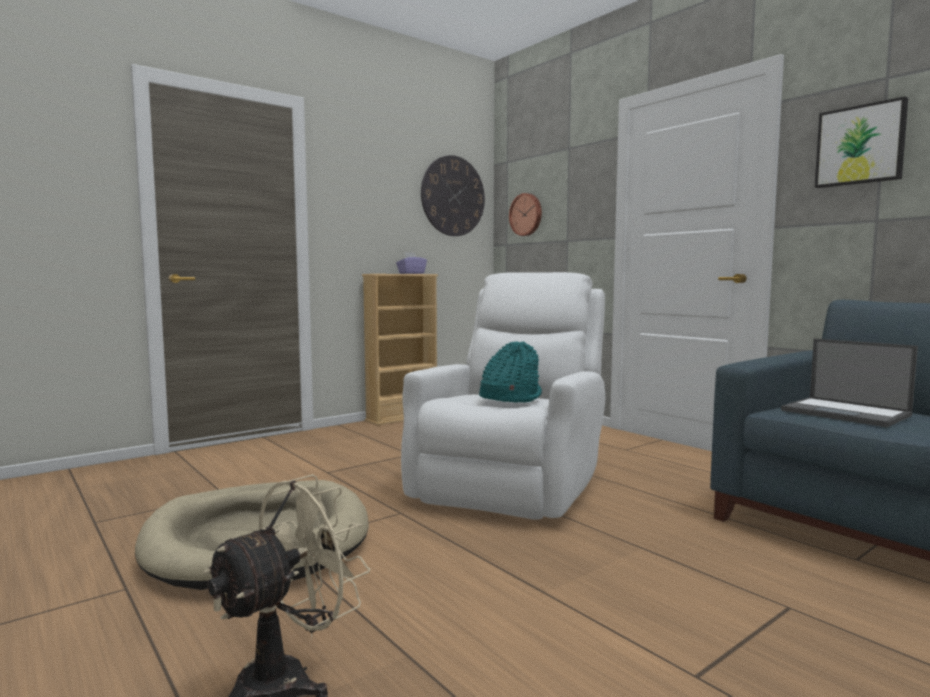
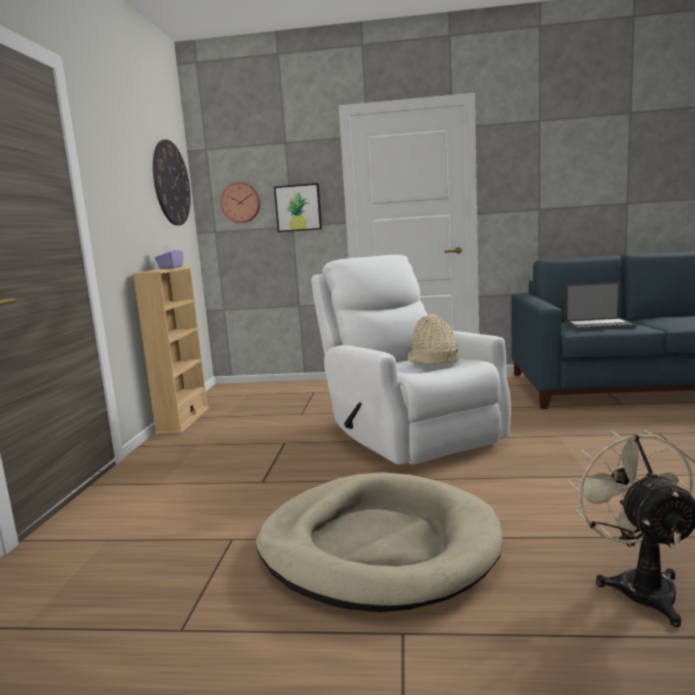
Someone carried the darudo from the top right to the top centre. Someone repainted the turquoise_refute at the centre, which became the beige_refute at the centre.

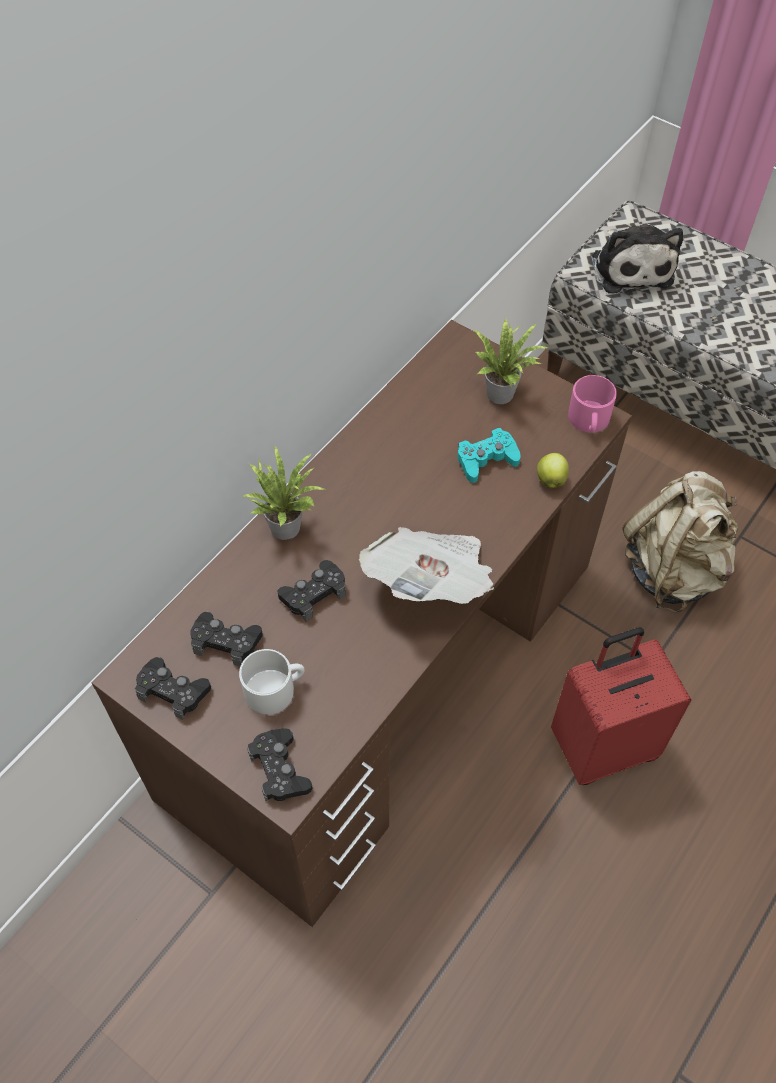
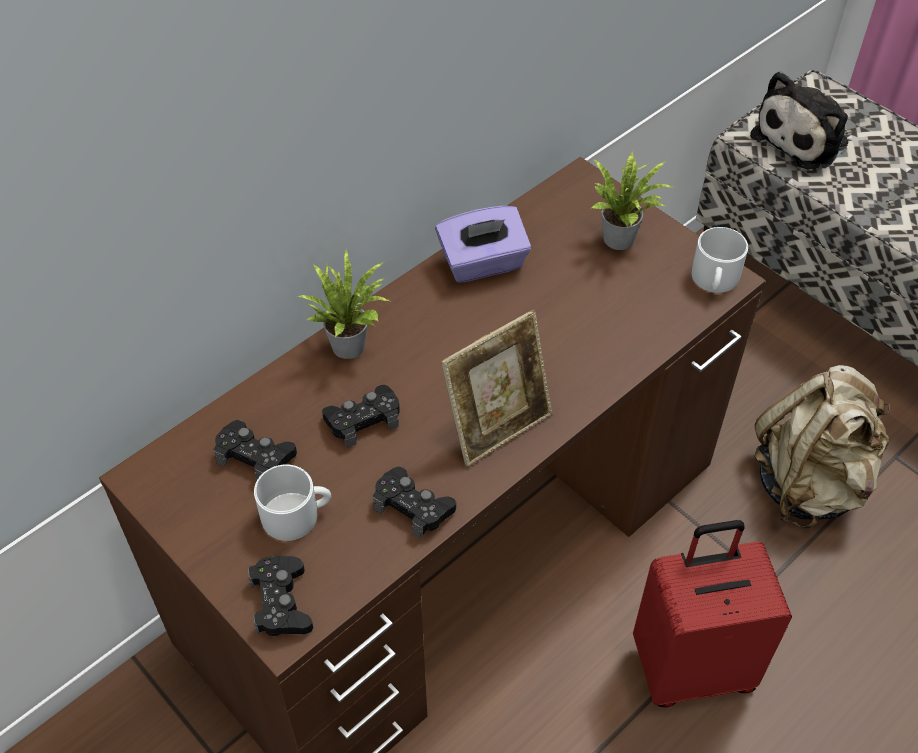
Someone carried the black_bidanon (1st from left in the first image) from the middle left to the bottom centre. Someone put down the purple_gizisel at the top centre. Someone swapped the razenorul at the centre for the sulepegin at the centre. Someone repainted the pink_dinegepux at the middle right, which became the white_dinegepux (2nd from left) at the middle right. Someone rotated the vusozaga at the top right by 45 degrees clockwise. Someone took away the turquoise_bidanon at the centre. Someone took away the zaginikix at the middle right.

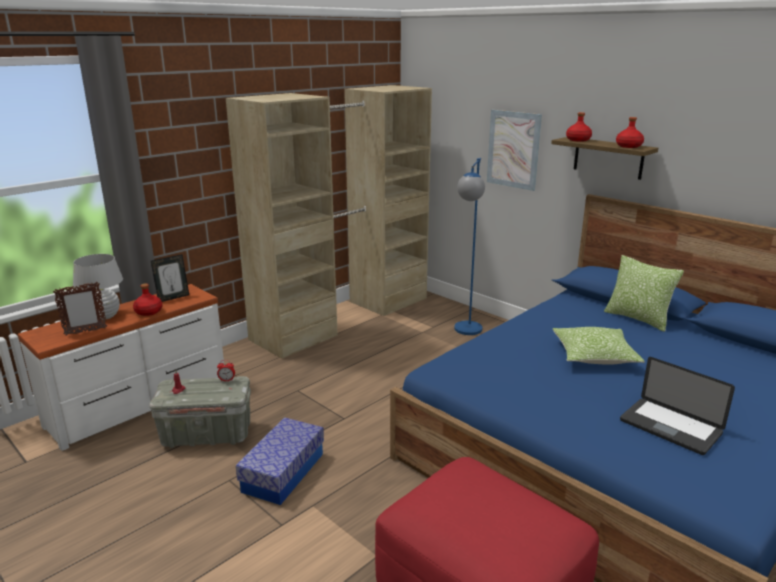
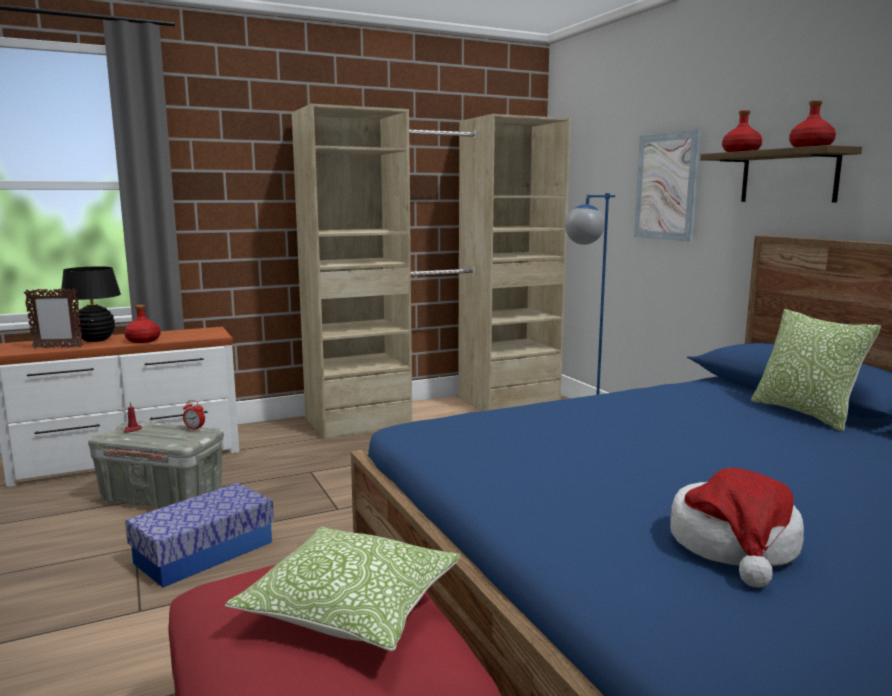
Someone repainted the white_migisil at the middle left, which became the black_migisil at the middle left. Someone carried the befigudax (1st from left) from the middle right to the bottom centre. Someone swapped the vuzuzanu at the bottom right for the refute at the bottom right. Someone took away the sulepegin (2nd from left) at the middle left.

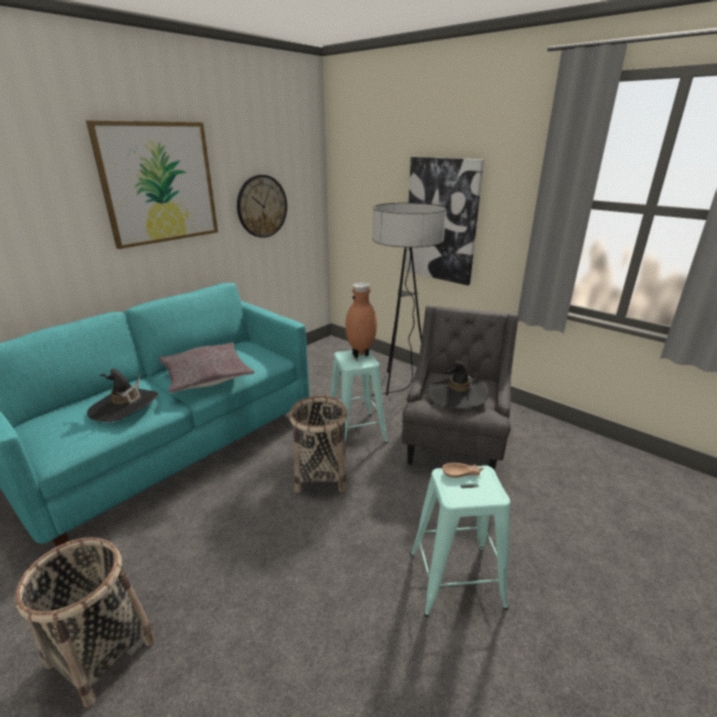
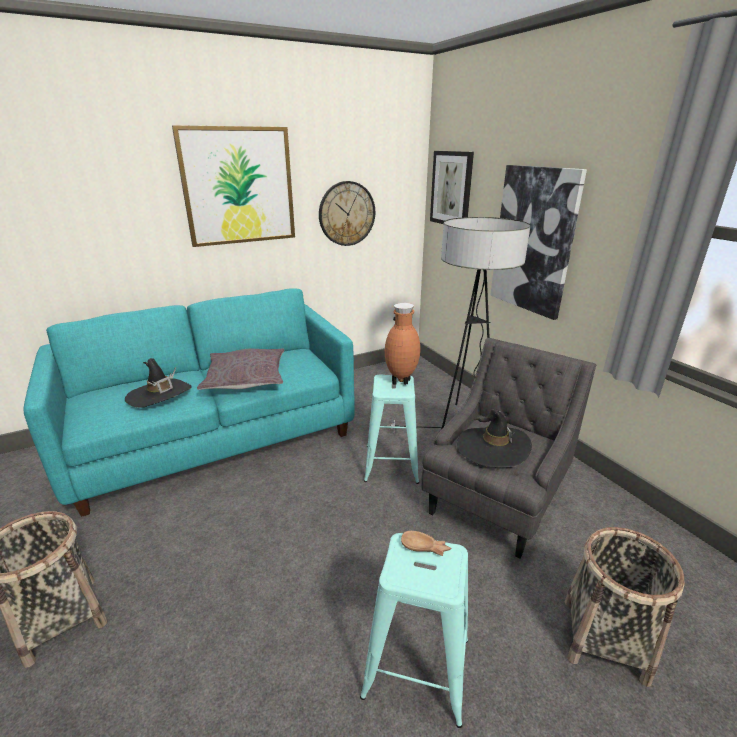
Someone put up the darudo (2nd from left) at the top centre. Someone carried the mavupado (2nd from left) from the centre to the bottom right.

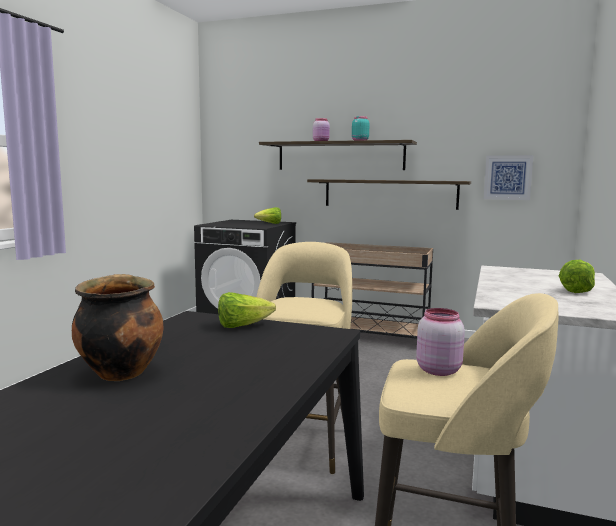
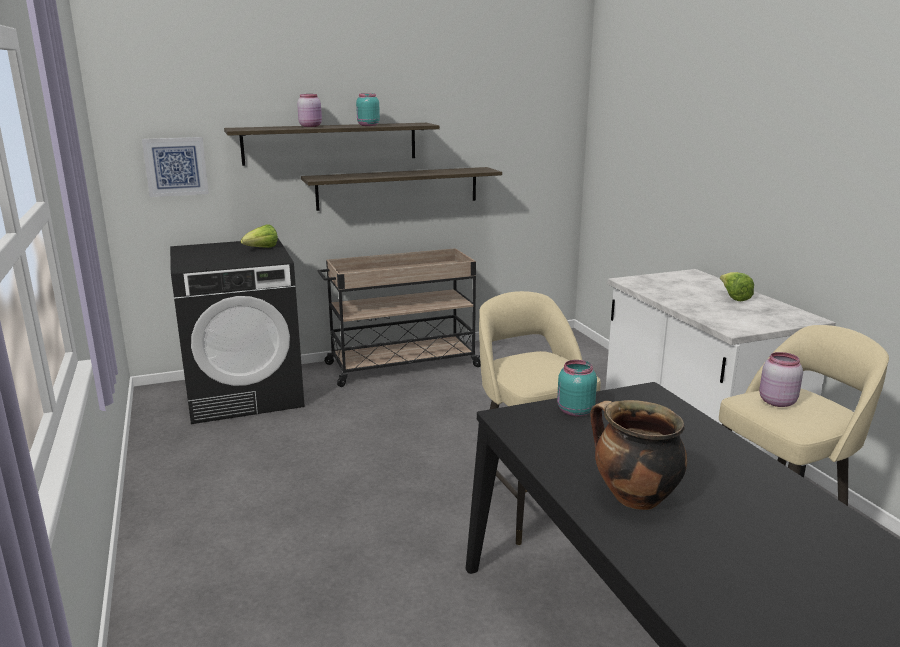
Someone carried the darudo from the middle right to the top left. Someone swapped the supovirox (1st from left) at the centre for the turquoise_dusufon (2nd from left) at the centre.

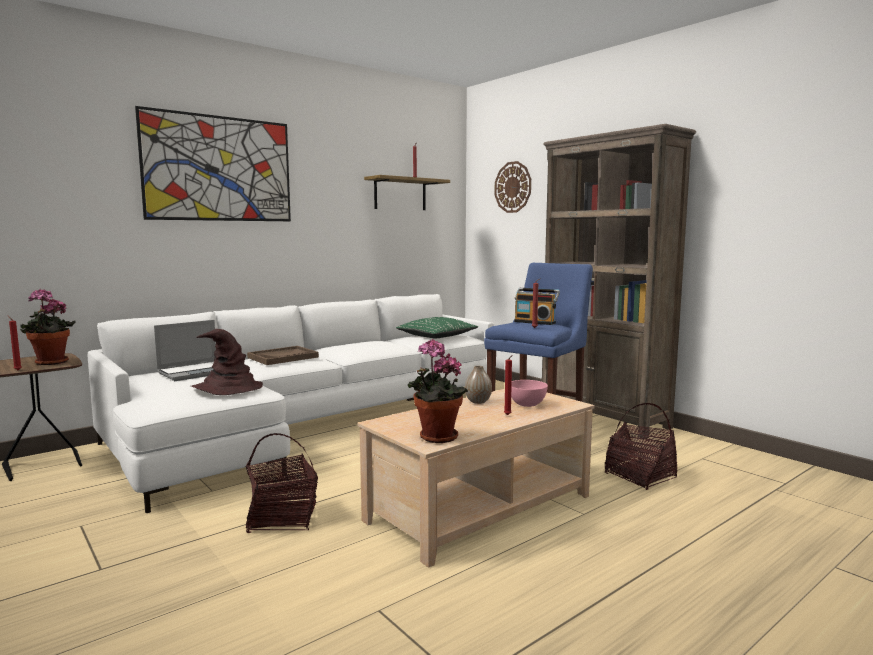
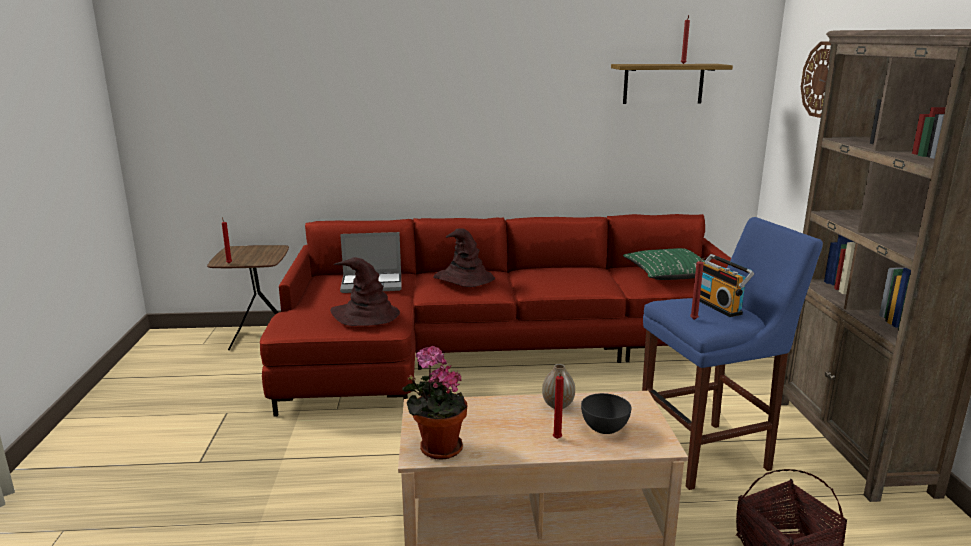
Someone repainted the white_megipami at the centre, which became the red_megipami at the centre. Someone swapped the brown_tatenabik at the middle left for the brown_refute (2nd from left) at the centre. Someone repainted the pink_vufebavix at the centre, which became the grey_vufebavix at the bottom centre. Someone took away the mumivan (1st from left) at the middle left. Someone took away the darudo at the top left. Someone took away the mavupado (1st from left) at the bottom left.

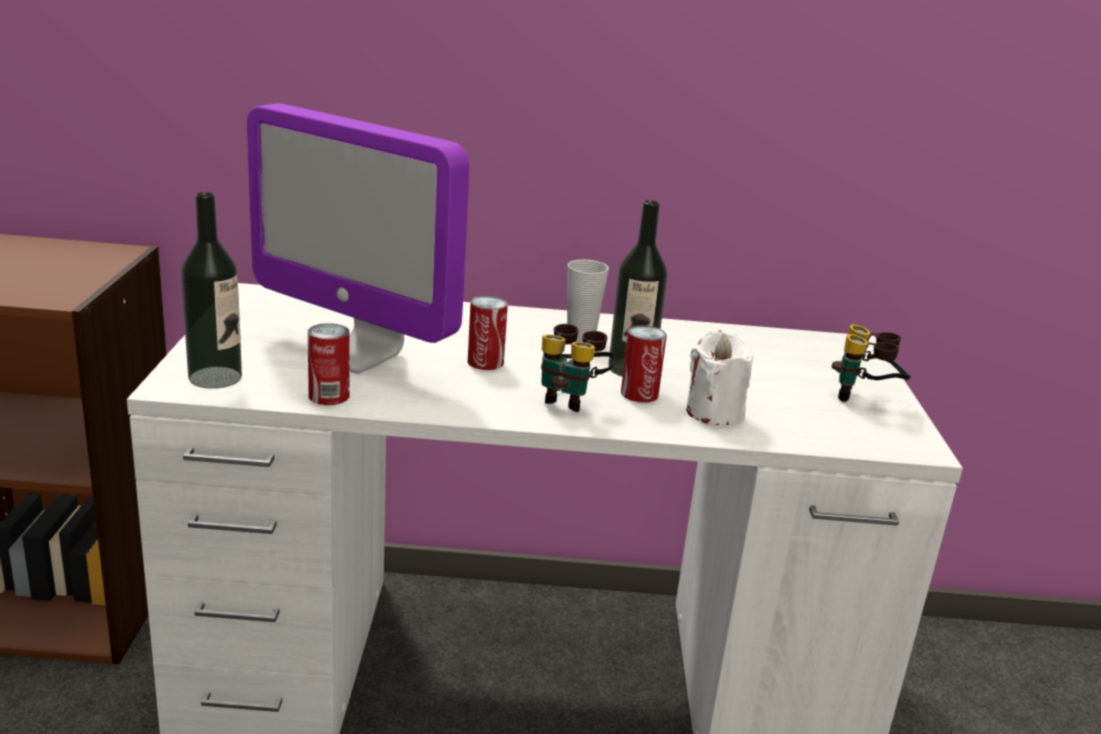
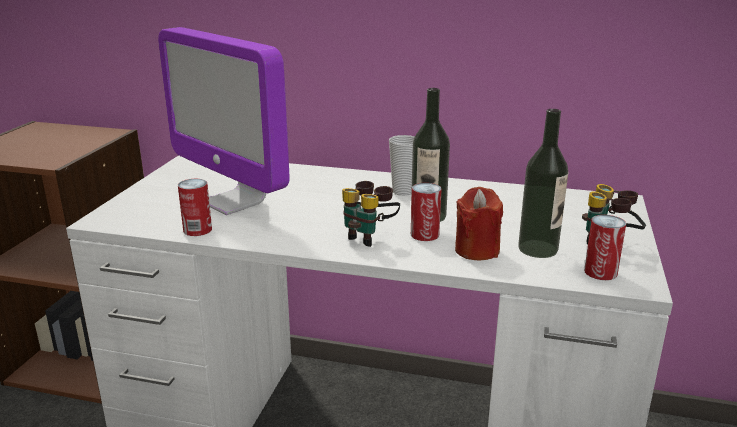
Someone repainted the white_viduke at the centre, which became the red_viduke at the centre. Someone carried the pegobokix (1st from left in the first image) from the middle left to the middle right. Someone carried the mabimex (2nd from left in the first image) from the centre to the middle right.

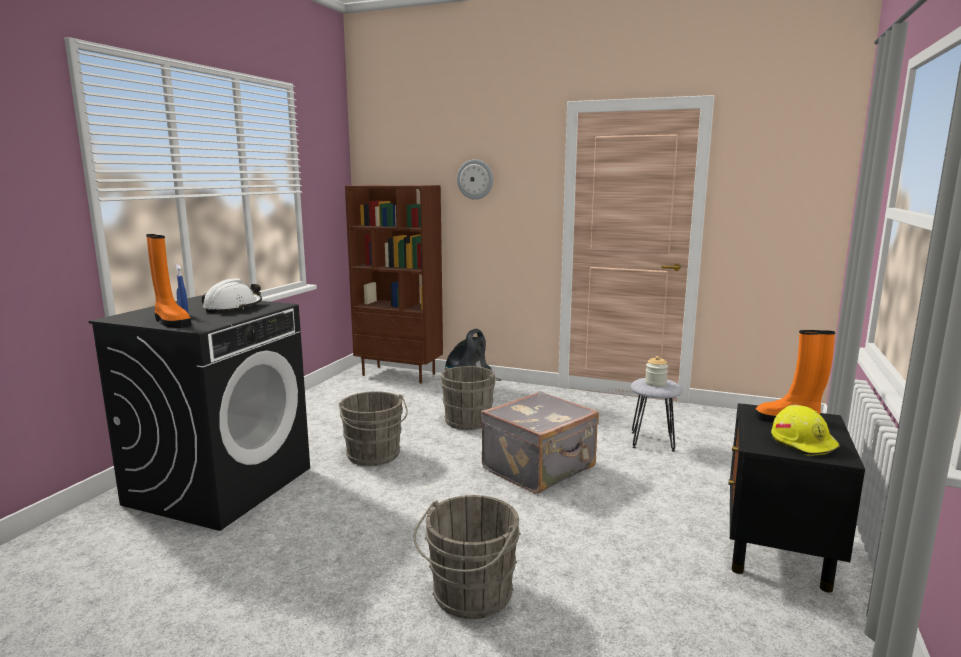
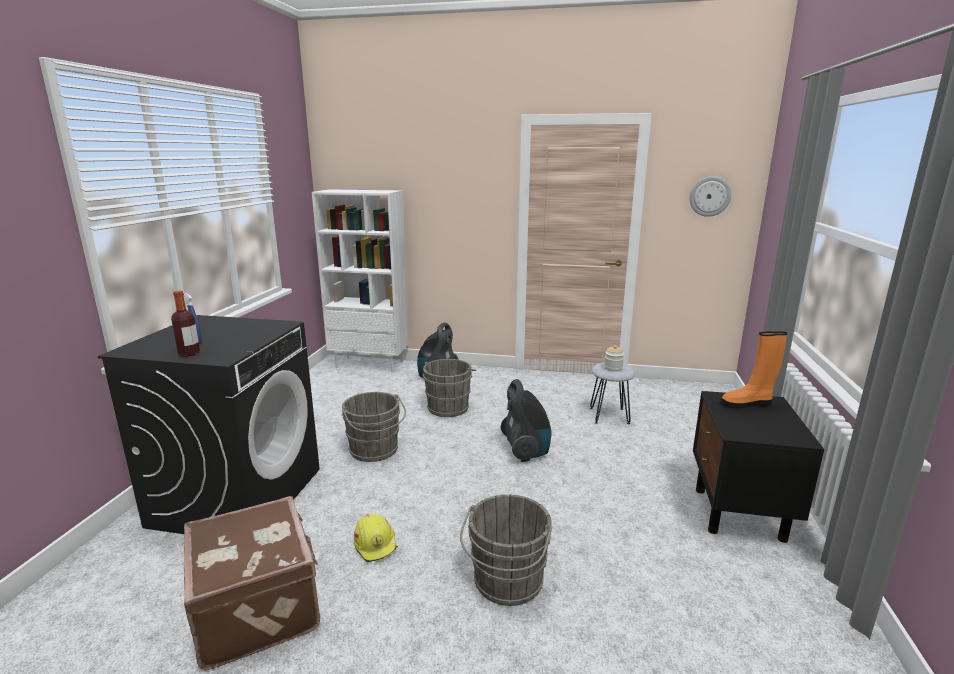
Someone swapped the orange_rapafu (1st from left) at the middle left for the pegobokix at the middle left. Someone put down the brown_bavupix at the bottom left. Someone repainted the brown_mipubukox at the centre, which became the white_mipubukox at the centre. Someone carried the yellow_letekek from the middle right to the bottom centre. Someone swapped the grey_bavupix at the bottom centre for the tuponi (2nd from left) at the centre. Someone carried the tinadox from the top centre to the top right. Someone took away the white_letekek at the middle left.

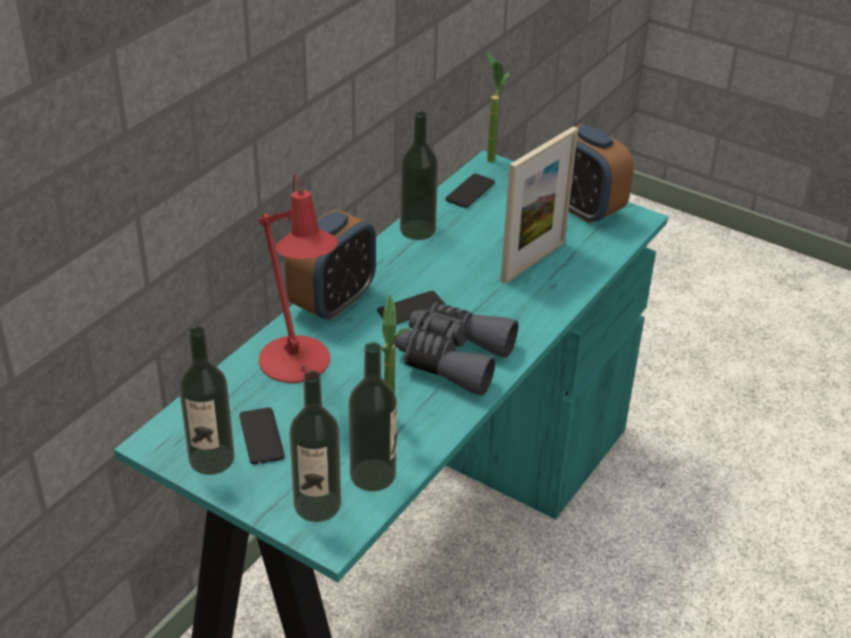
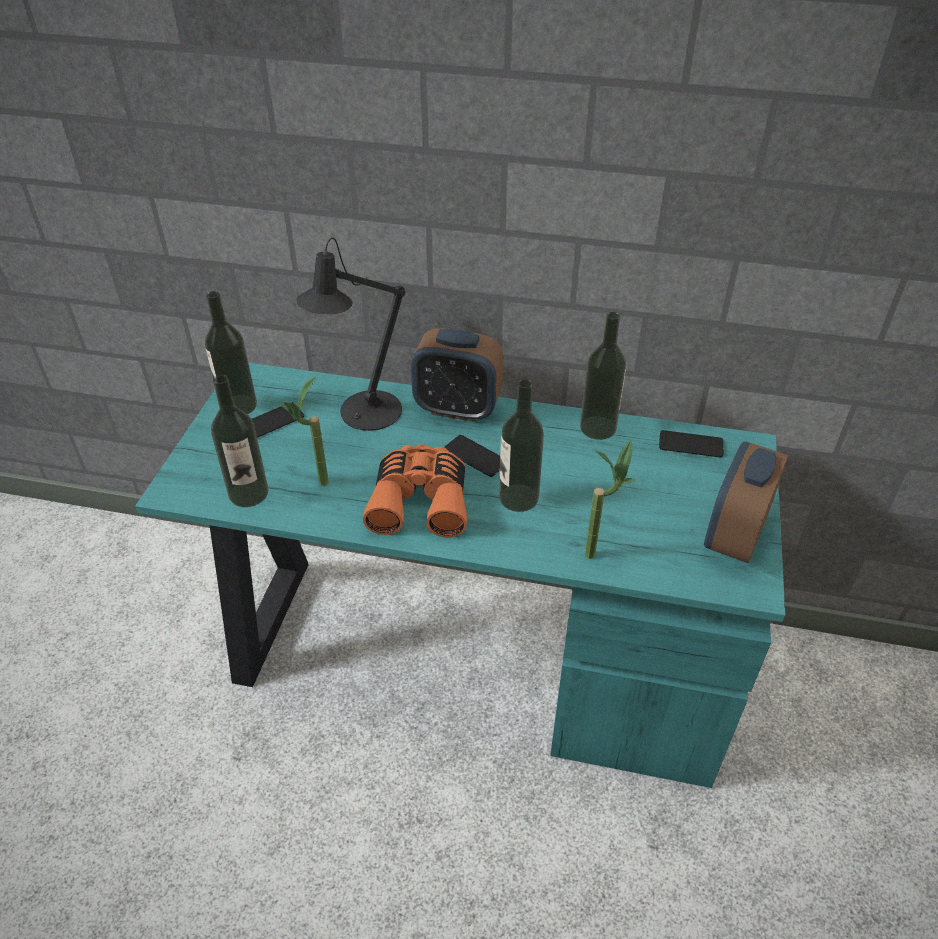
Someone repainted the red_migisil at the centre, which became the black_migisil at the centre. Someone repainted the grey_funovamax at the centre, which became the orange_funovamax at the centre. Someone carried the pegobokix (2nd from left in the first image) from the bottom centre to the centre. Someone carried the mumivan (2nd from left) from the top centre to the centre. Someone took away the sulepegin at the top centre.

